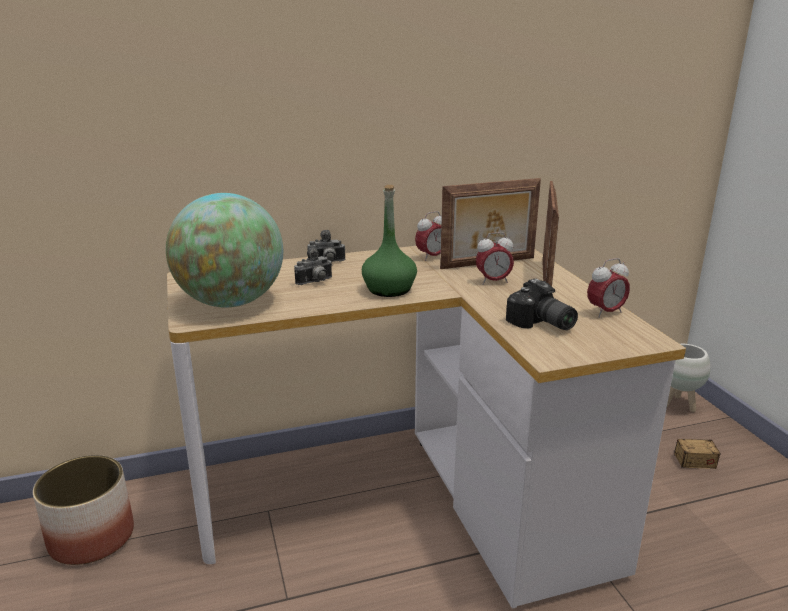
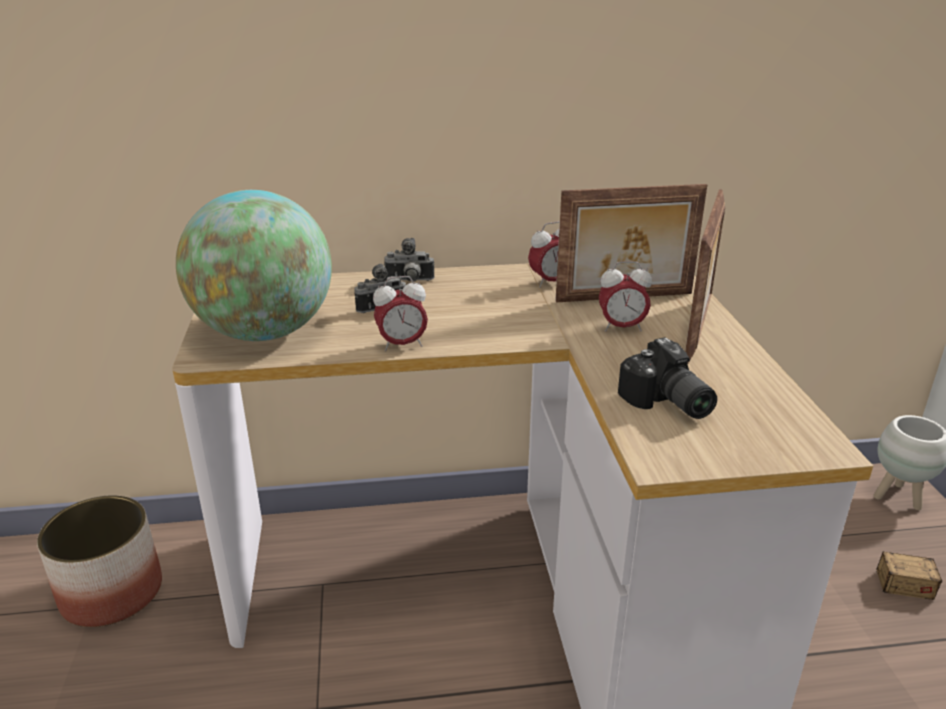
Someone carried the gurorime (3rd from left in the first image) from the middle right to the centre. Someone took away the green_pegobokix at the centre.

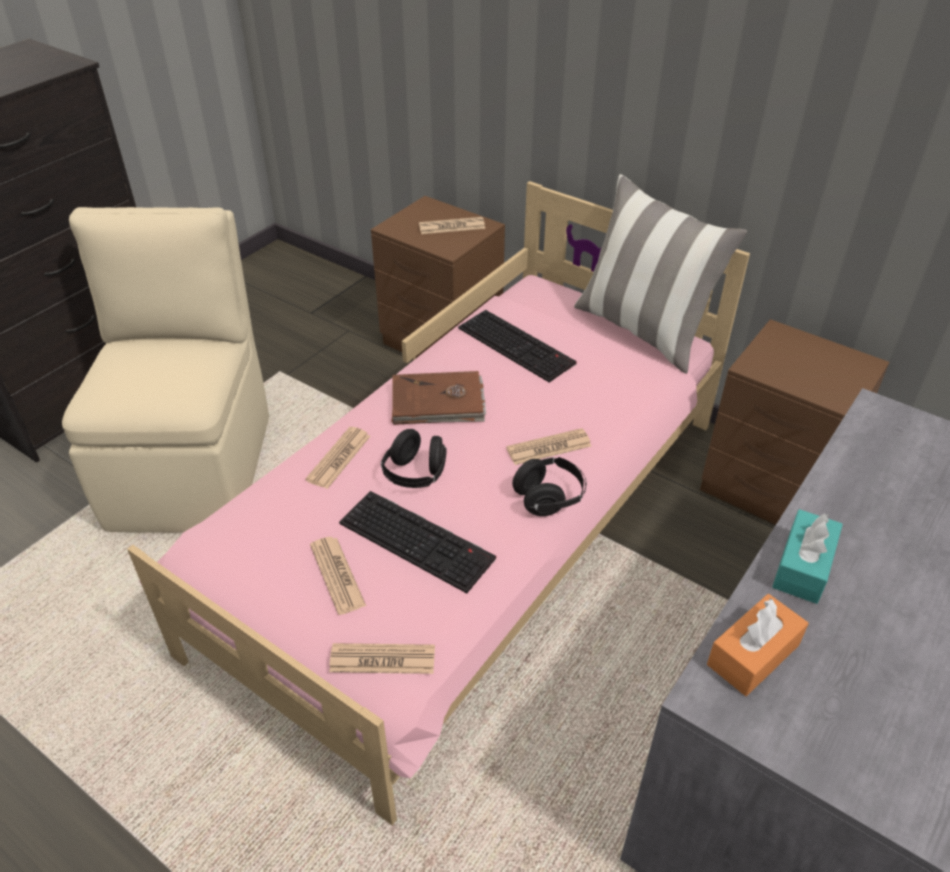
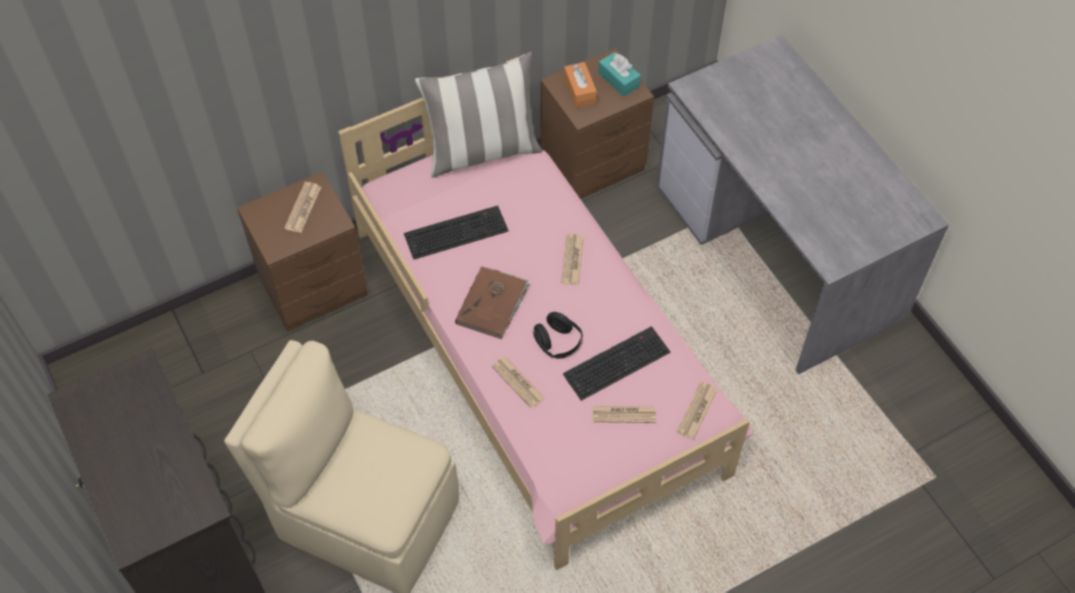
Someone carried the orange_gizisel from the bottom right to the top centre. Someone carried the turquoise_gizisel from the middle right to the top centre. Someone took away the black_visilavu (2nd from left) at the centre.

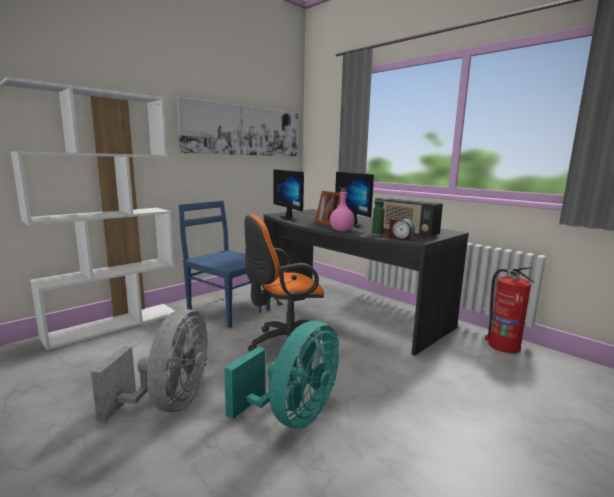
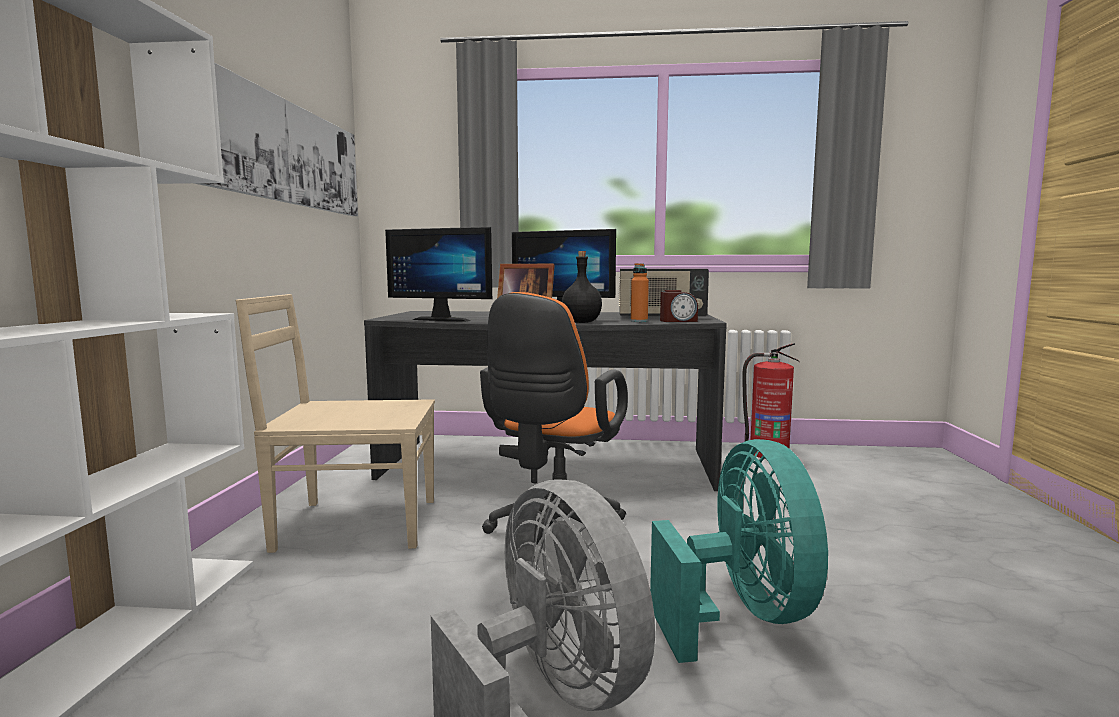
Someone repainted the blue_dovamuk at the centre, which became the beige_dovamuk at the middle left. Someone repainted the pink_pegobokix at the centre, which became the black_pegobokix at the centre. Someone repainted the green_pegobokix at the centre, which became the orange_pegobokix at the centre.

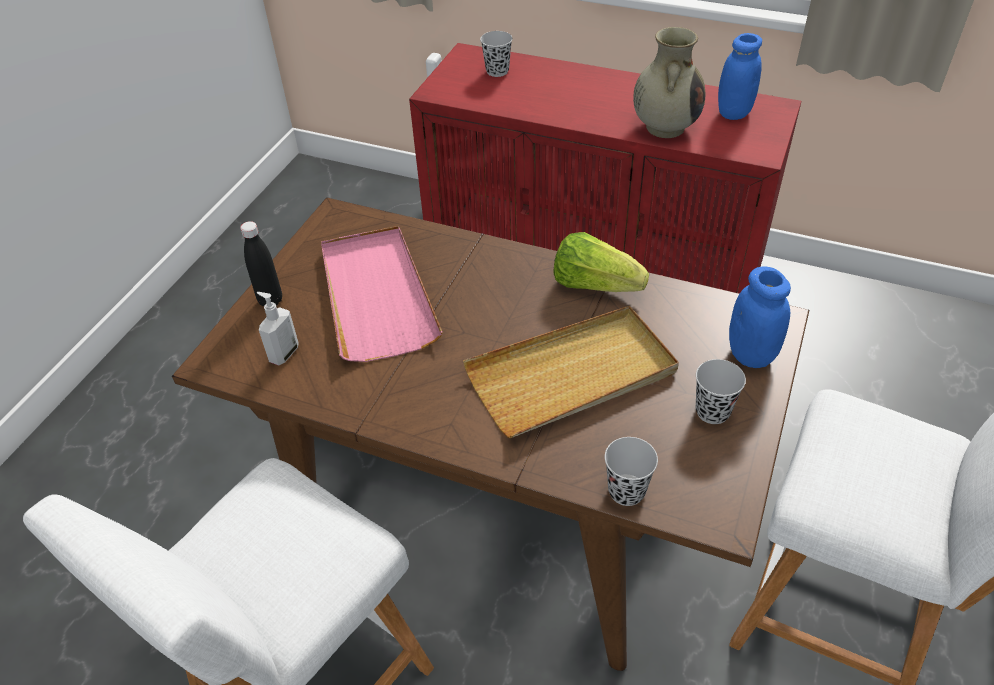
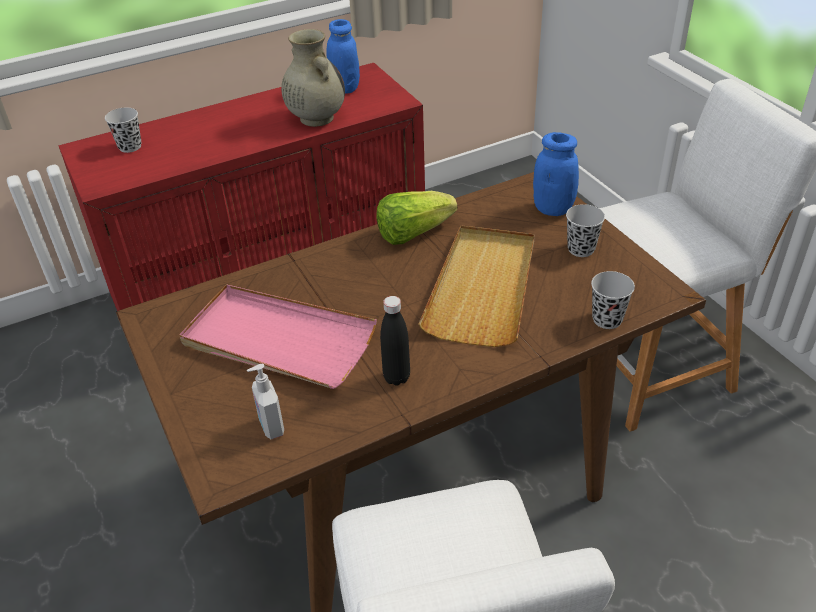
Someone carried the black_pegobokix from the middle left to the centre.

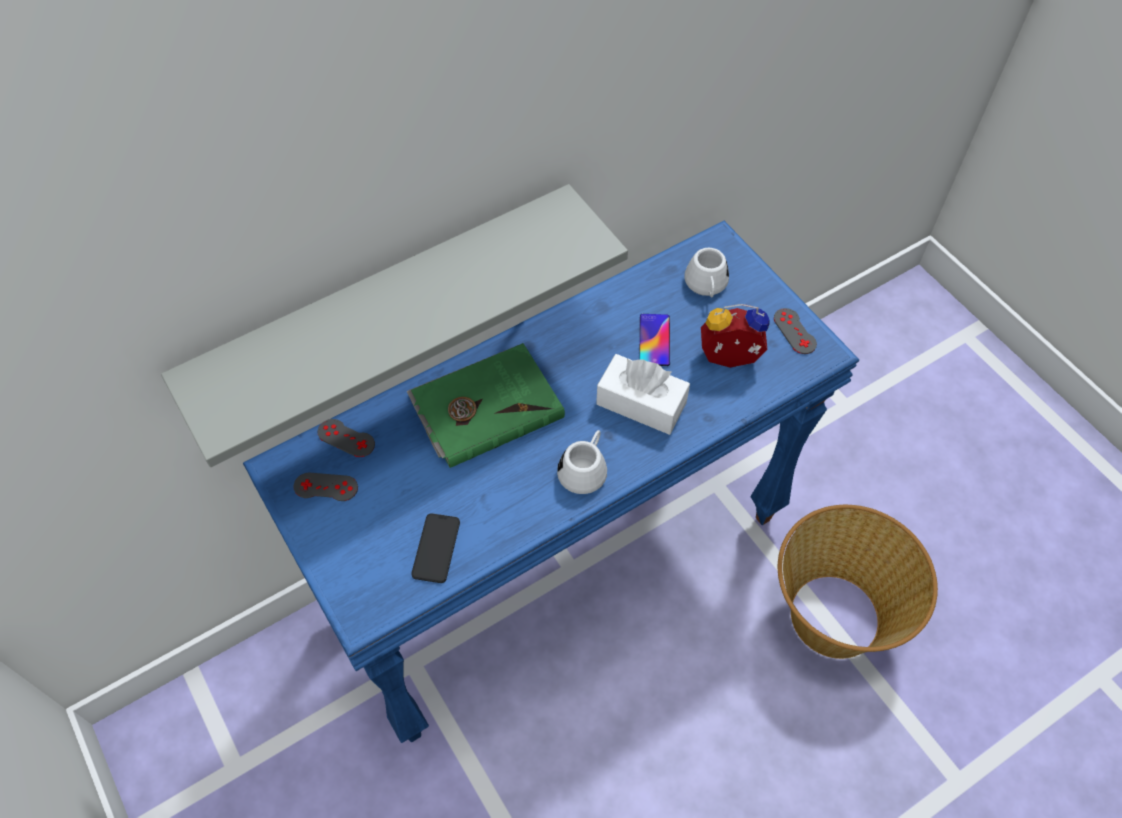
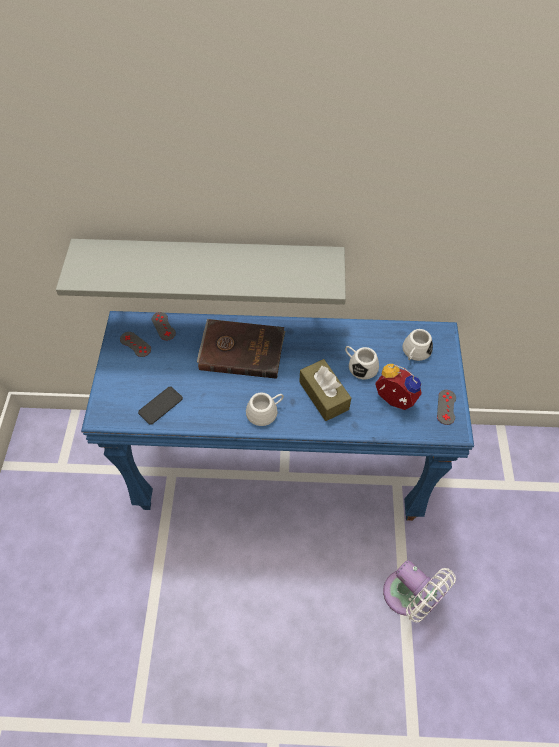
Someone repainted the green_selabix at the centre, which became the brown_selabix at the centre. Someone repainted the white_gizisel at the centre, which became the brown_gizisel at the centre. Someone swapped the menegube (2nd from left) at the centre for the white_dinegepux (2nd from left) at the centre. Someone swapped the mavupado at the bottom right for the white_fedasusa at the bottom right.

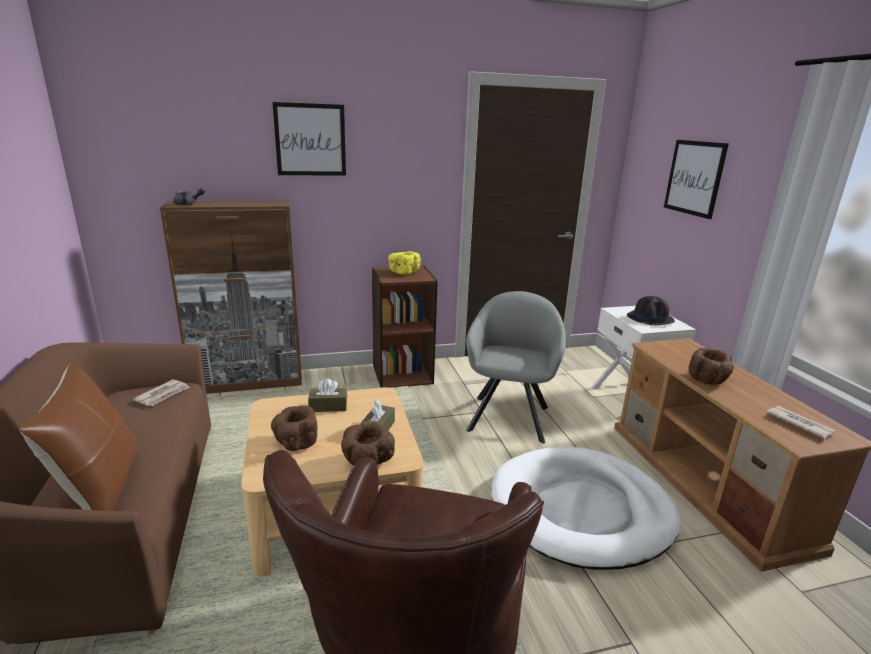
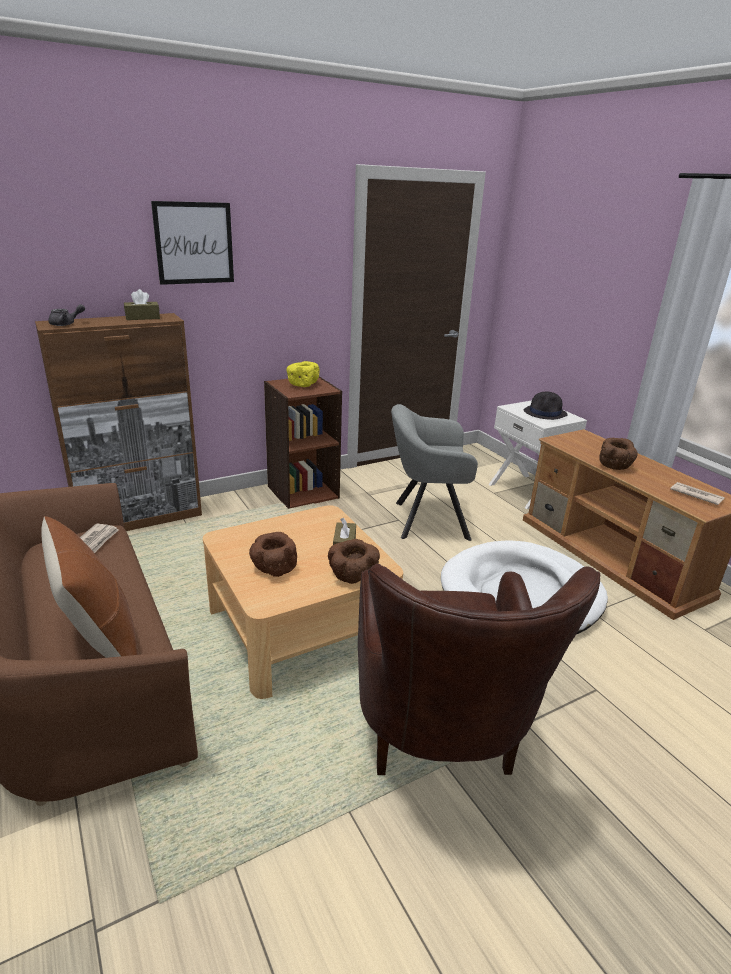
Someone carried the brown_gizisel (1st from left) from the centre to the top left. Someone rotated the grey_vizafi at the centre by 90 degrees counterclockwise. Someone took away the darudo (2nd from left) at the top right.

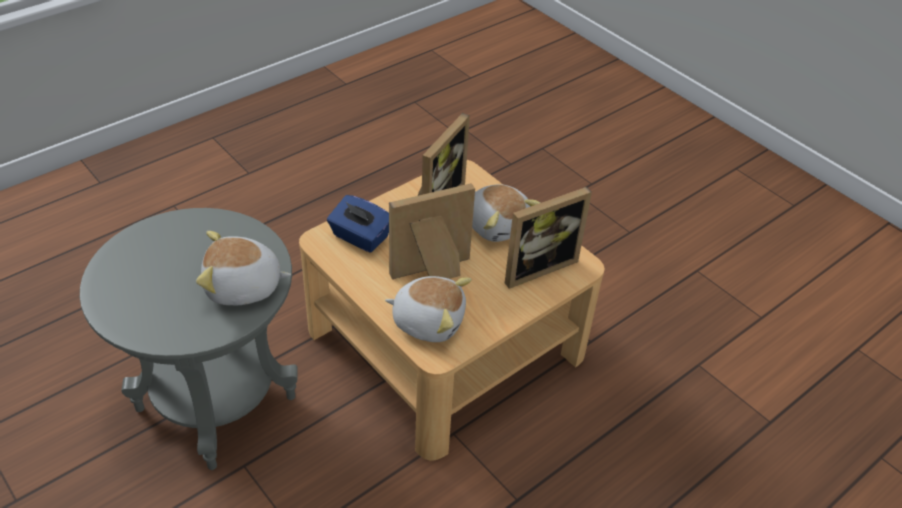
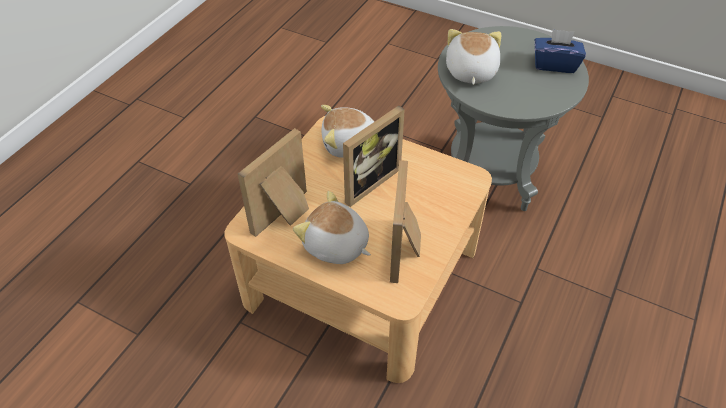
Someone rotated the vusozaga (1st from left in the first image) at the middle left by 60 degrees counterclockwise. Someone carried the blue_gizisel from the centre to the top right.

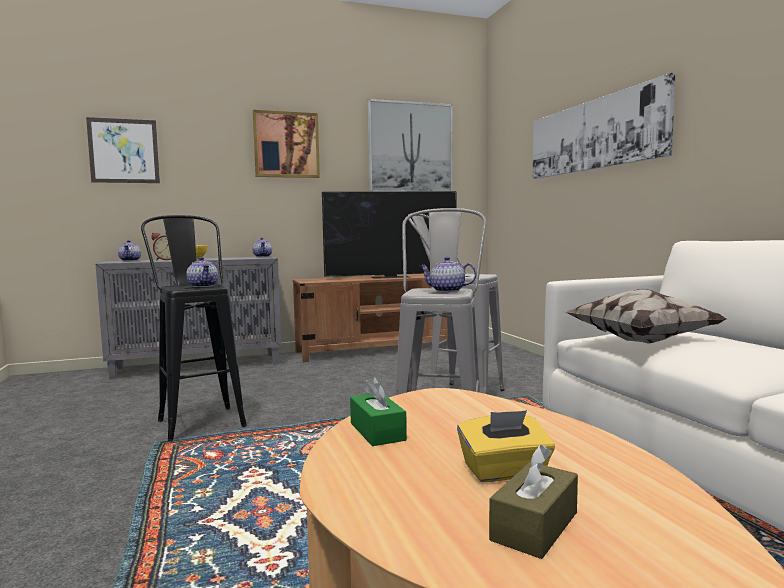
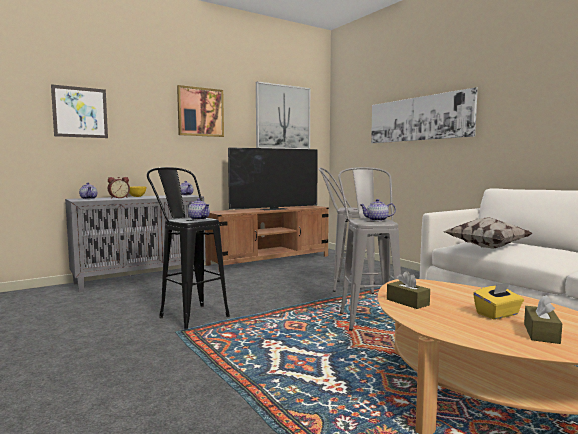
Someone repainted the green_gizisel at the bottom centre, which became the brown_gizisel (1st from left) at the bottom right.

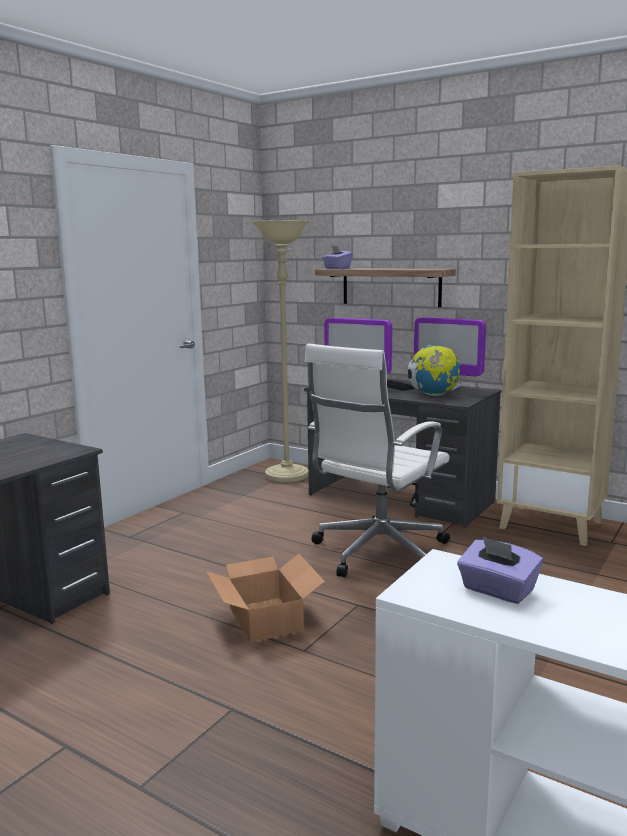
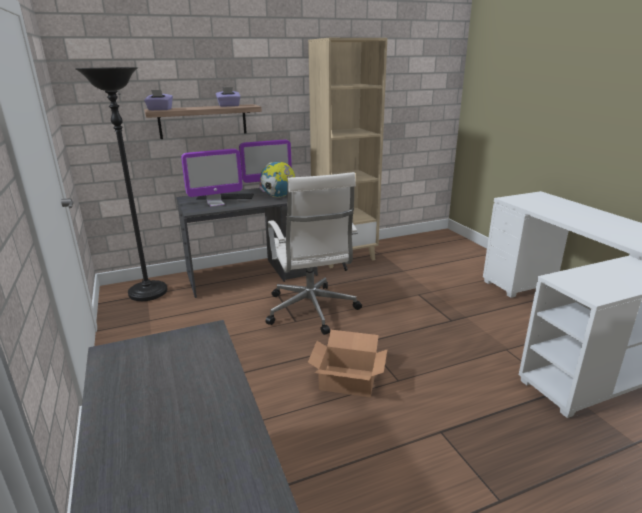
Someone repainted the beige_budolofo at the centre, which became the black_budolofo at the middle left. Someone carried the purple_gizisel (2nd from left) from the bottom right to the top centre.

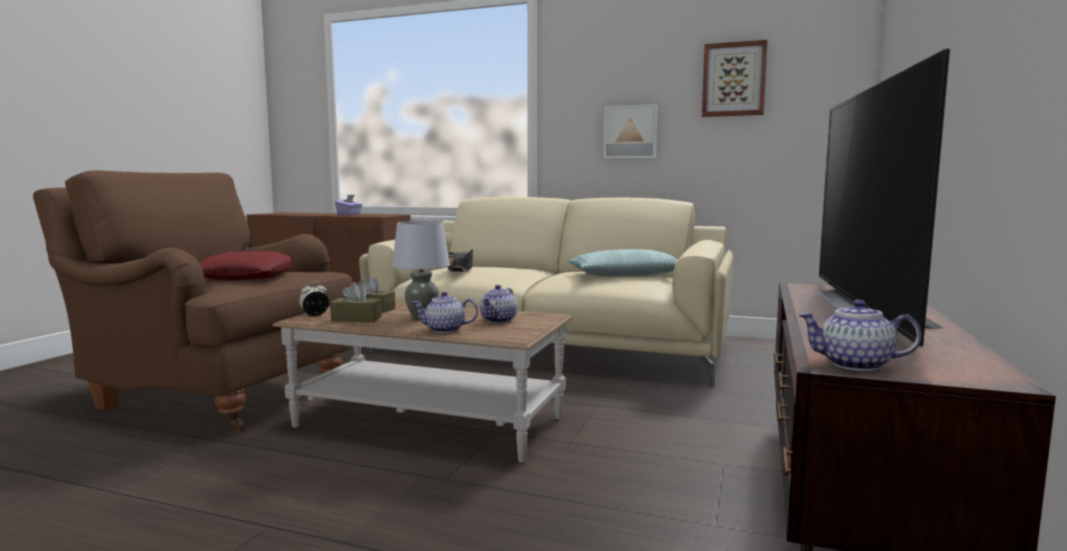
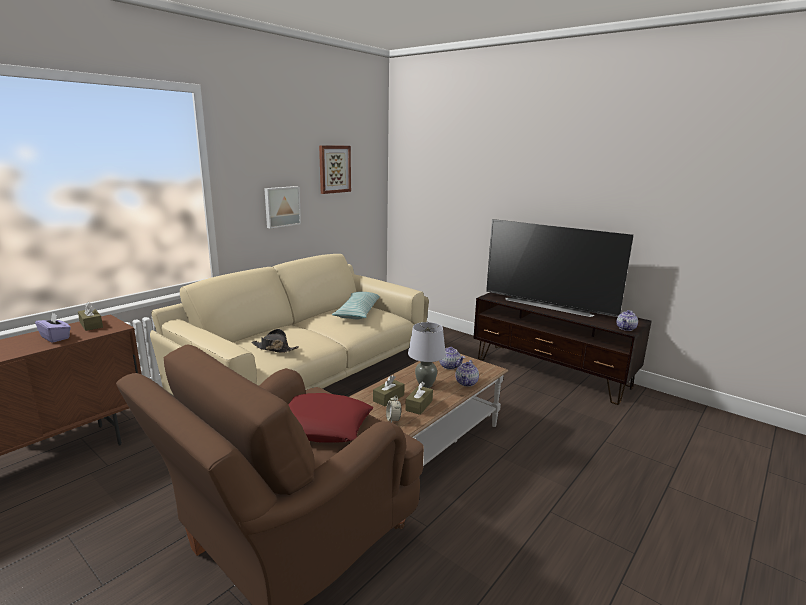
Someone put down the brown_gizisel (1st from left) at the middle left.

